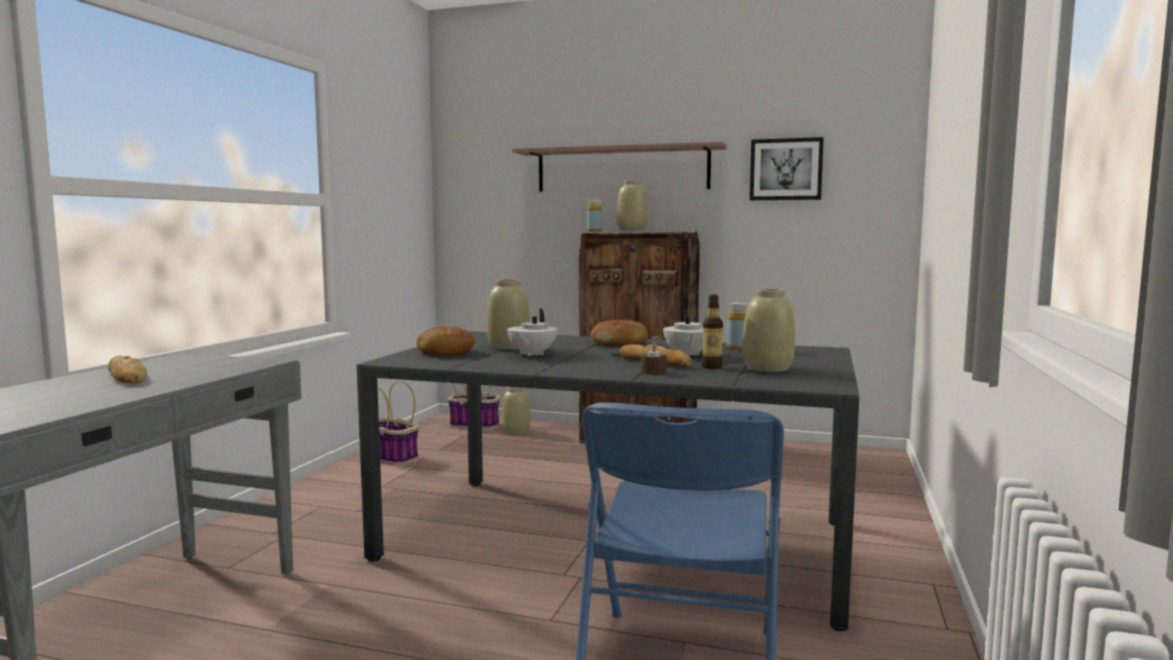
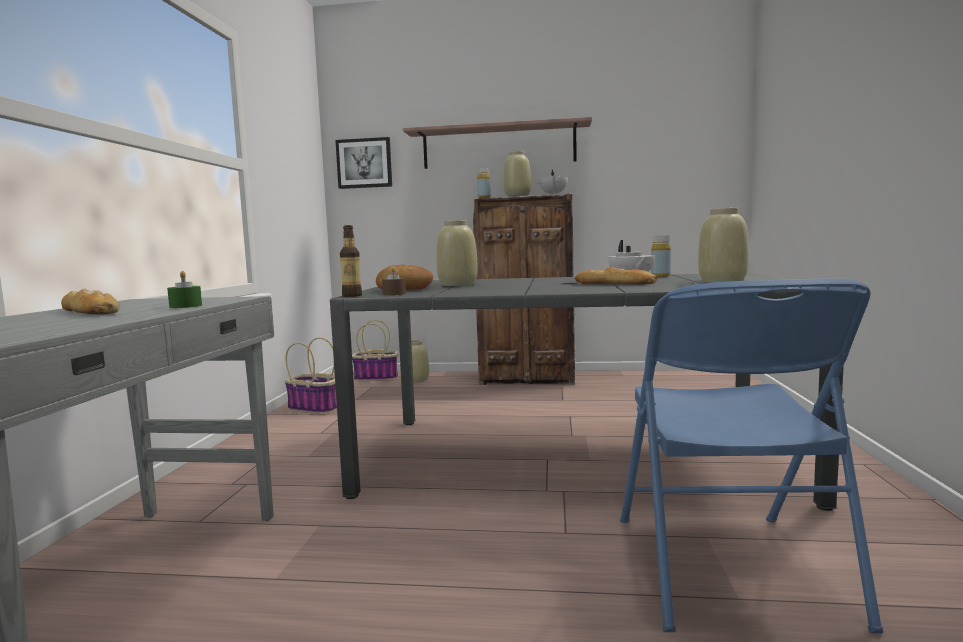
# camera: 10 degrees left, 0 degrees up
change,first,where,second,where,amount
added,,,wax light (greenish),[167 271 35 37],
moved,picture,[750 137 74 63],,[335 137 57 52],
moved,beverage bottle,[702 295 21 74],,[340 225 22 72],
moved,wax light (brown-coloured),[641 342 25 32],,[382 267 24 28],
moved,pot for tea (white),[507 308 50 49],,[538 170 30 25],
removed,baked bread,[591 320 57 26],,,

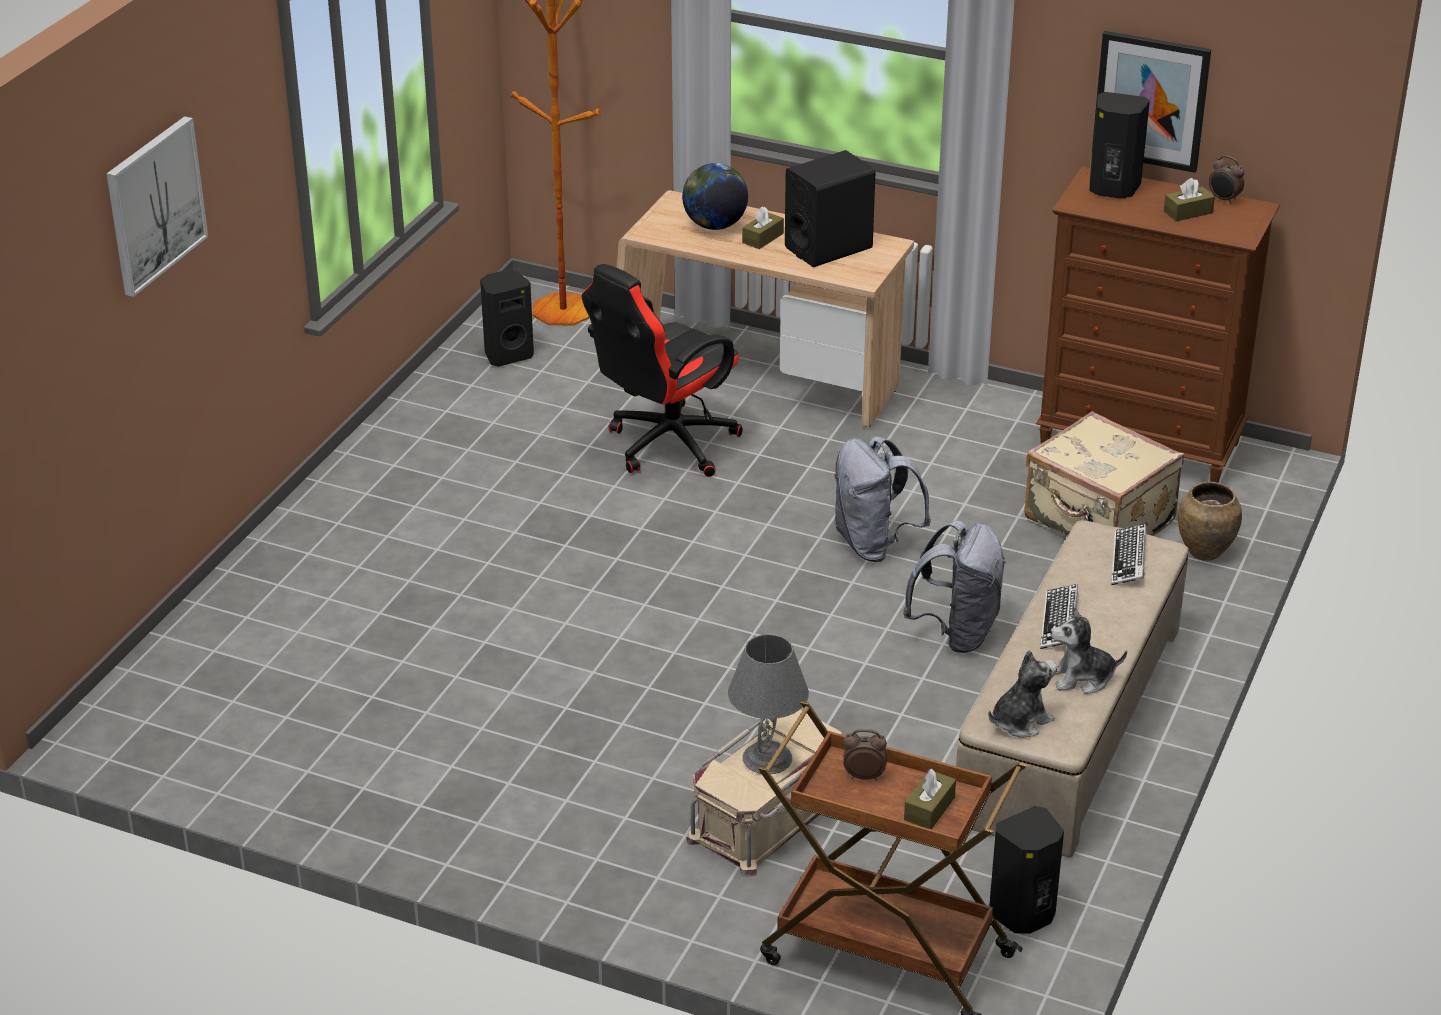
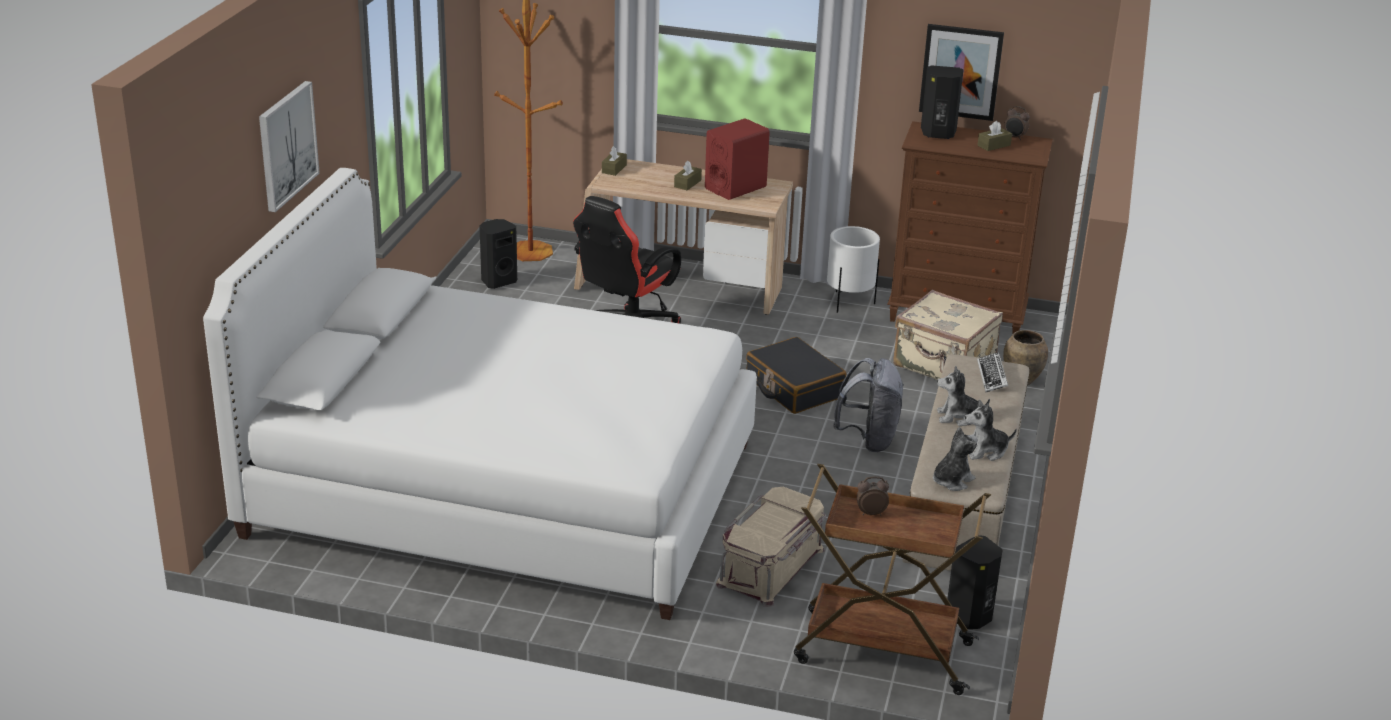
# camera: 10 degrees left, 5 degrees down
change,first,where,second,where,amount
added,,,bedroom bed (white),[203 168 554 452],
moved,box of tissues (brown-coloured),[904 769 52 60],,[602 146 25 30],
recoloured,speaker (black),[785 150 90 117],speaker (reddish),[705 118 65 82],
replaced,rucksack (greyish),[834 436 97 126],piece of luggage (black),[746 337 101 77],
added,,,flower pot (white),[827 226 53 87],
replaced,PC keyboard,[1040 584 39 65],cuddly toy,[937 366 53 60],
removed,world globe,[682 163 66 67],,,
removed,tabletop lamp (greyish),[728 634 81 140],,,

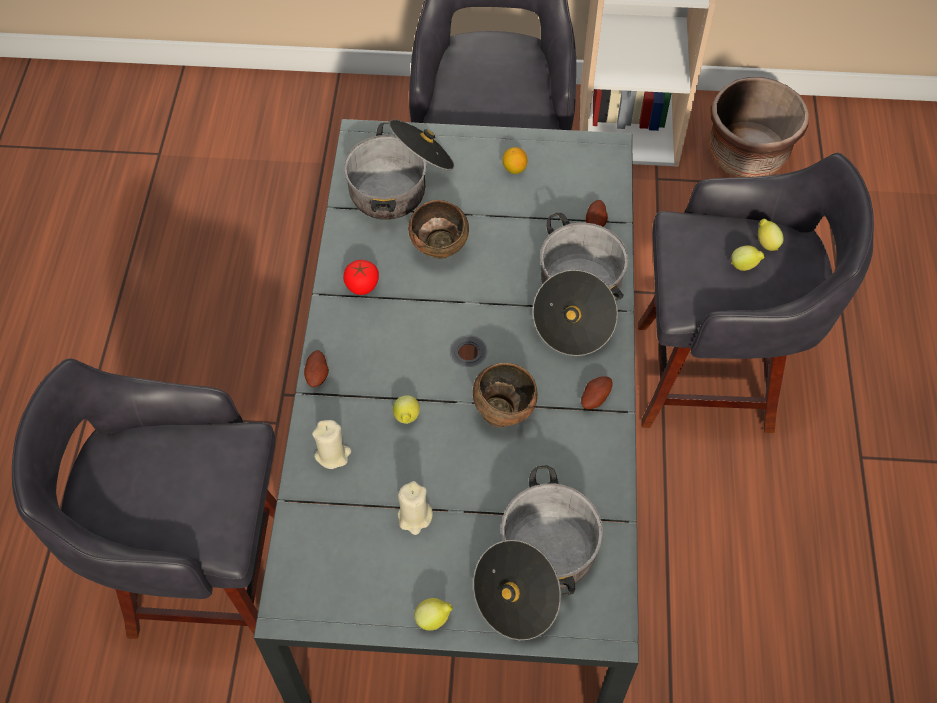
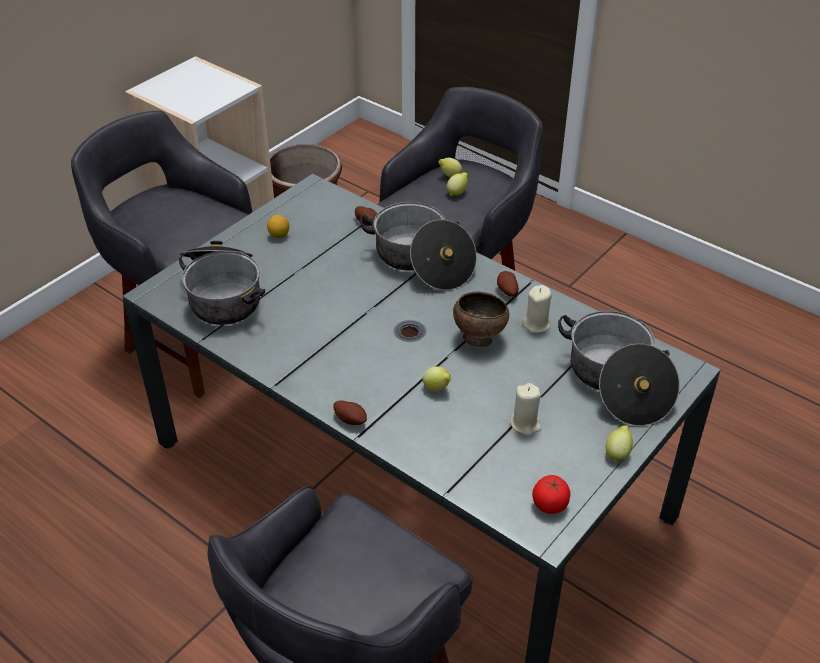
# camera: 55 degrees left, 15 degrees down
change,first,where,second,where,amount
moved,wax light (beige),[312 420 39 49],,[522 285 30 48],
moved,tomato,[343 260 36 35],,[532 475 38 39],
removed,bowl (brown-coloured),[408 200 61 59],,,

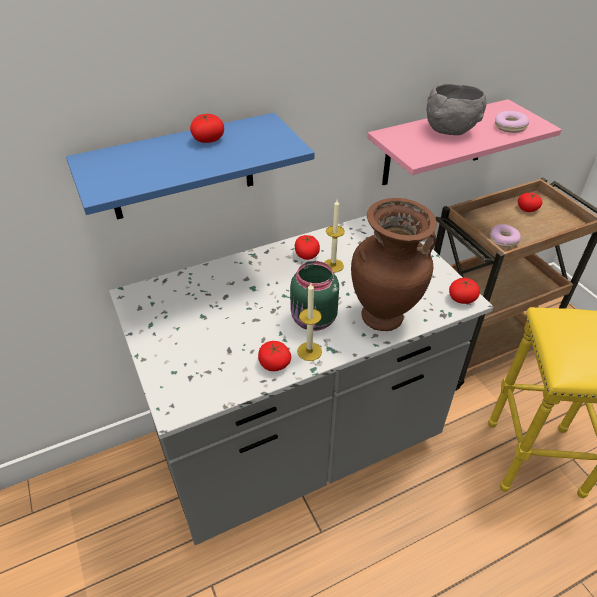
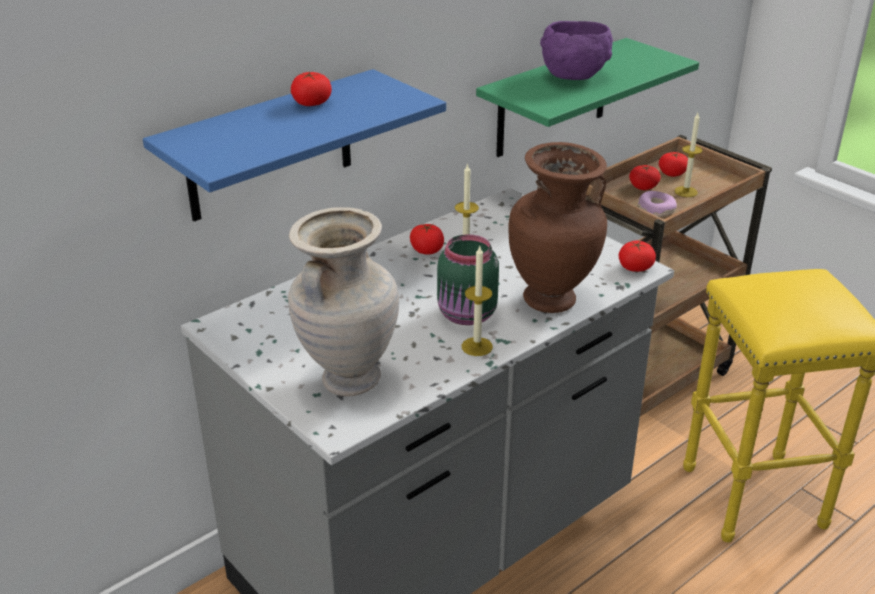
# camera: 15 degrees left, 10 degrees down
change,first,where,second,where,amount
added,,,flower vase (beige),[288 207 111 189],
recoloured,bracket shelf (pinkish),[367 99 195 86],bracket shelf (greenish),[476 38 223 119],
recoloured,bowl (greyish),[427 83 60 52],bowl (purplish),[540 21 73 59],
moved,tomato,[258 341 33 30],,[629 165 32 25],
added,,,wax light,[675 113 28 84],
removed,doughnut,[495 111 34 22],,,

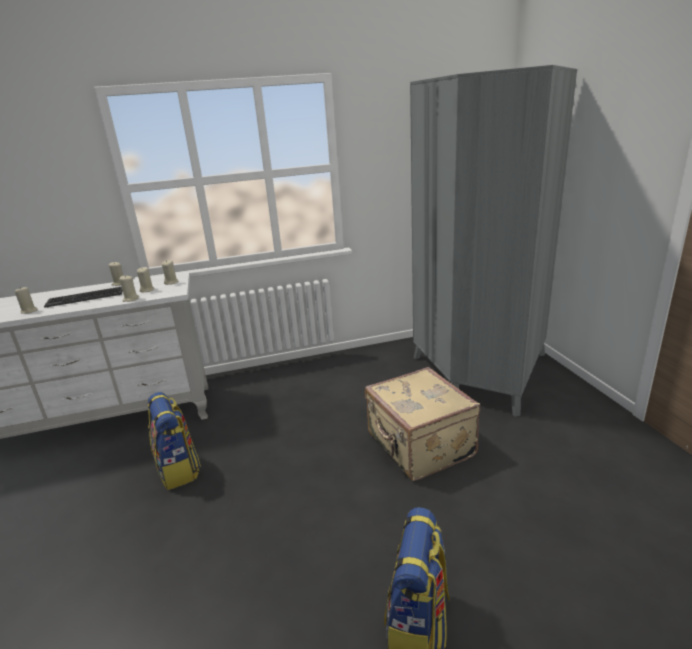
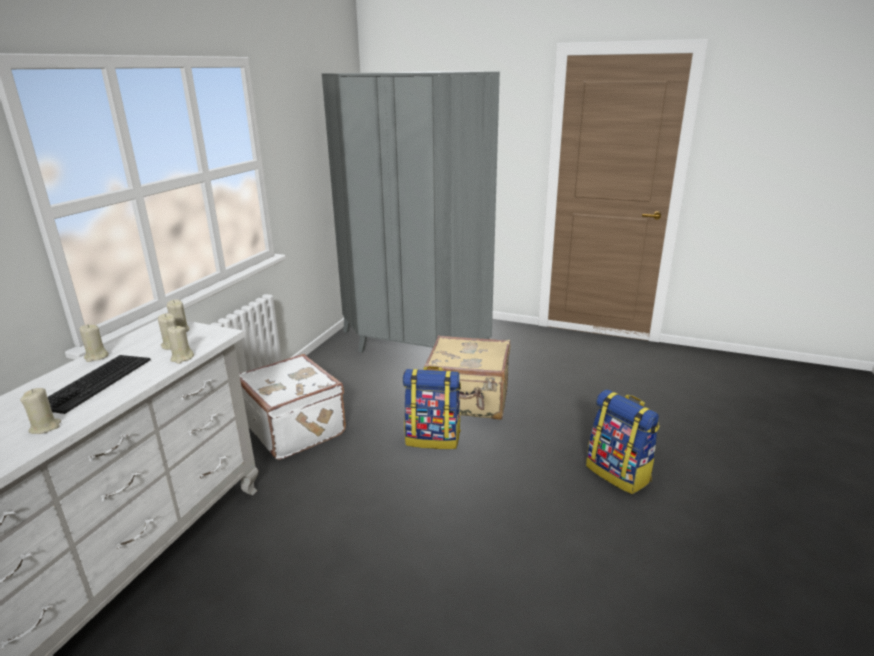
# camera: 55 degrees left, 0 degrees up
change,first,where,second,where,amount
added,,,piece of luggage (white),[239 354 107 106],
moved,rucksack,[148 392 53 98],,[403 366 58 83],

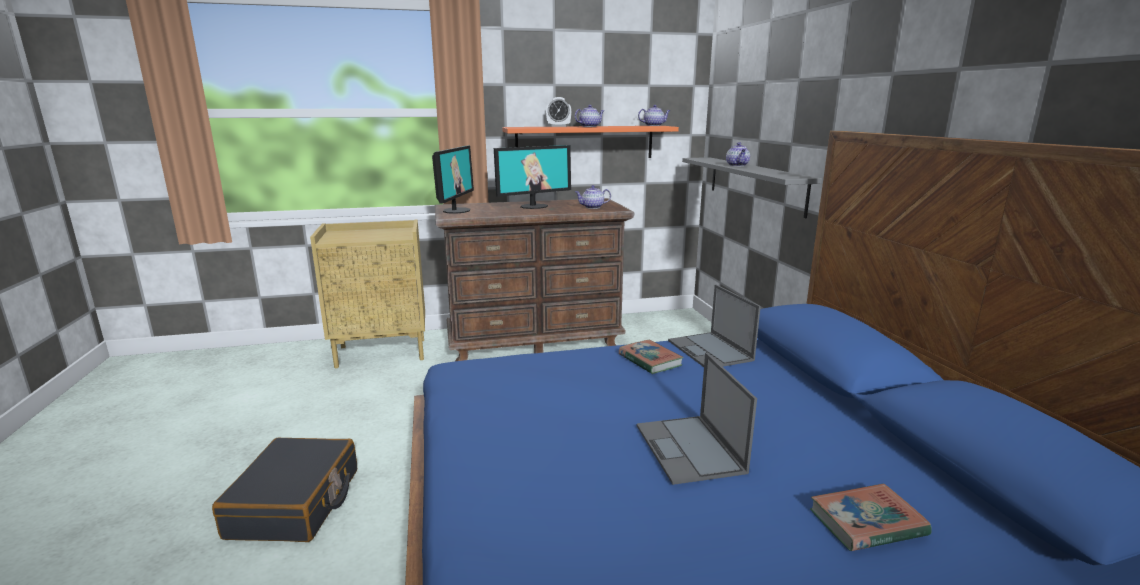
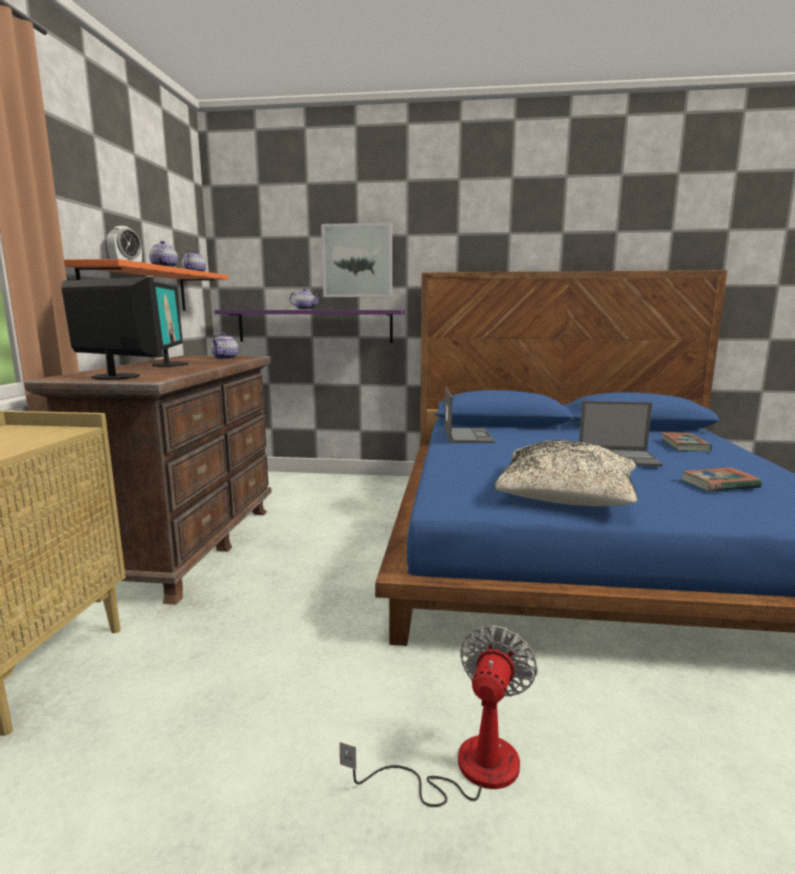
# camera: 70 degrees left, 5 degrees down
change,first,where,second,where,amount
recoloured,bracket shelf (greyish),[682 157 140 61],bracket shelf (purplish),[214 310 191 33],
added,,,picture,[321 223 71 74],
replaced,piece of luggage (black),[212 438 145 104],fan,[339 625 199 182],
turned,notebook computer,[668 285 93 82],,[444 388 51 55],90 degrees counterclockwise
added,,,throw pillow (beige),[494 440 144 66],
moved,book,[619 340 65 34],,[681 467 81 24],

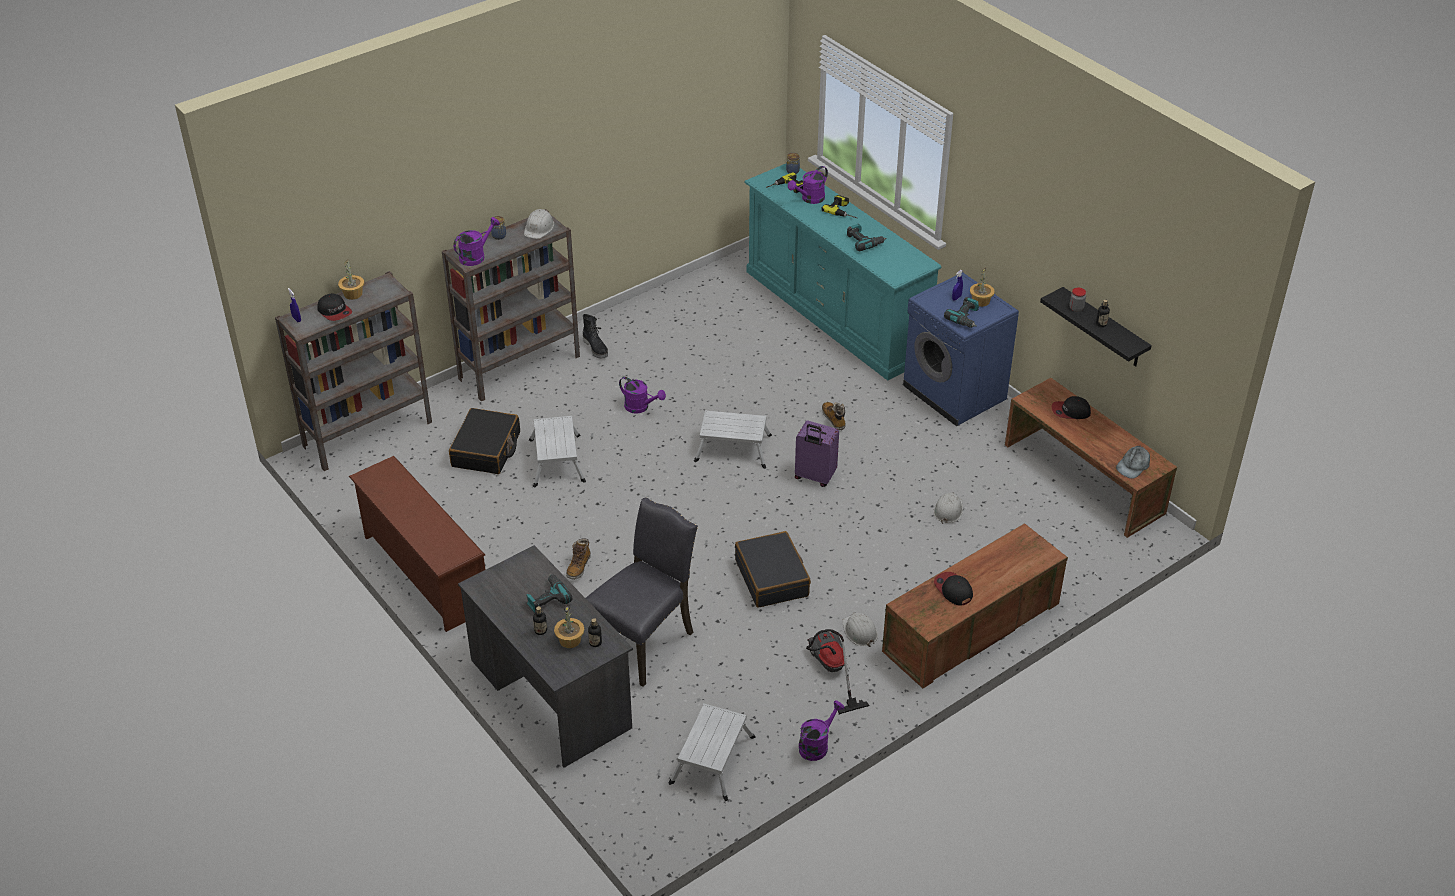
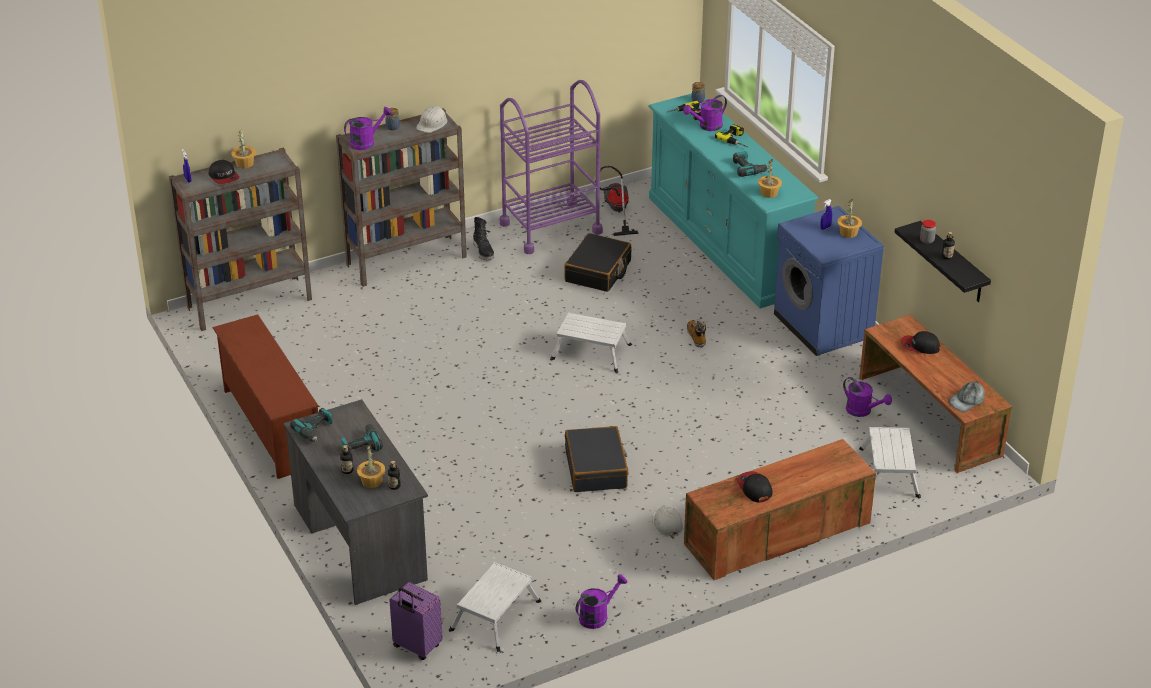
# camera: 10 degrees right, 5 degrees down
change,first,where,second,where,amount
moved,power drill,[944 297 35 31],,[290 408 42 34],
moved,piece of luggage (purplish),[795 421 44 66],,[389 582 54 78],
added,,,trolley (purplish),[500 80 103 174],
moved,piece of luggage (black),[449 408 71 66],,[564 233 67 59],
moved,hoover,[806 629 63 85],,[595 166 44 70],
added,,,potted plant,[758 159 24 39],
moved,sprinkling can (purplish),[619 377 47 37],,[843 377 49 40],
moved,step ladder (white),[529 416 57 72],,[859 427 62 72],
removed,tall boot,[566 538 25 42],,,
removed,chair (greyish),[586 497 112 190],,,
removed,work helmet (white),[933 492 30 32],,,

